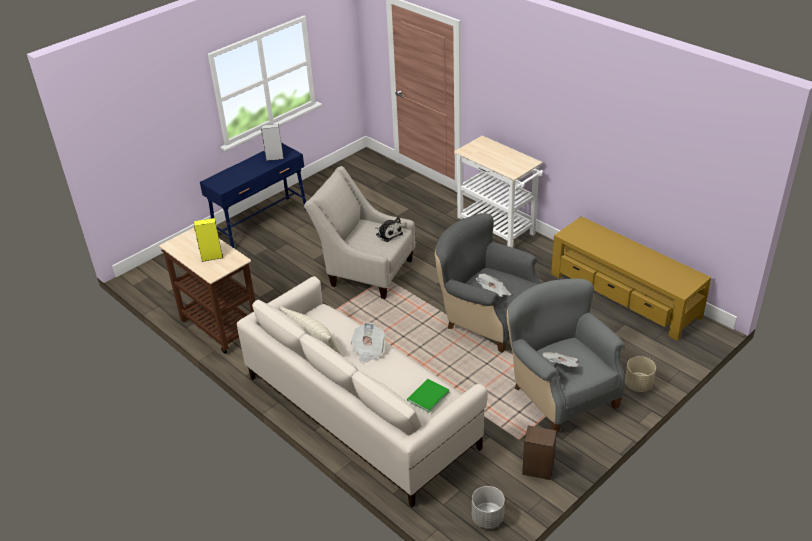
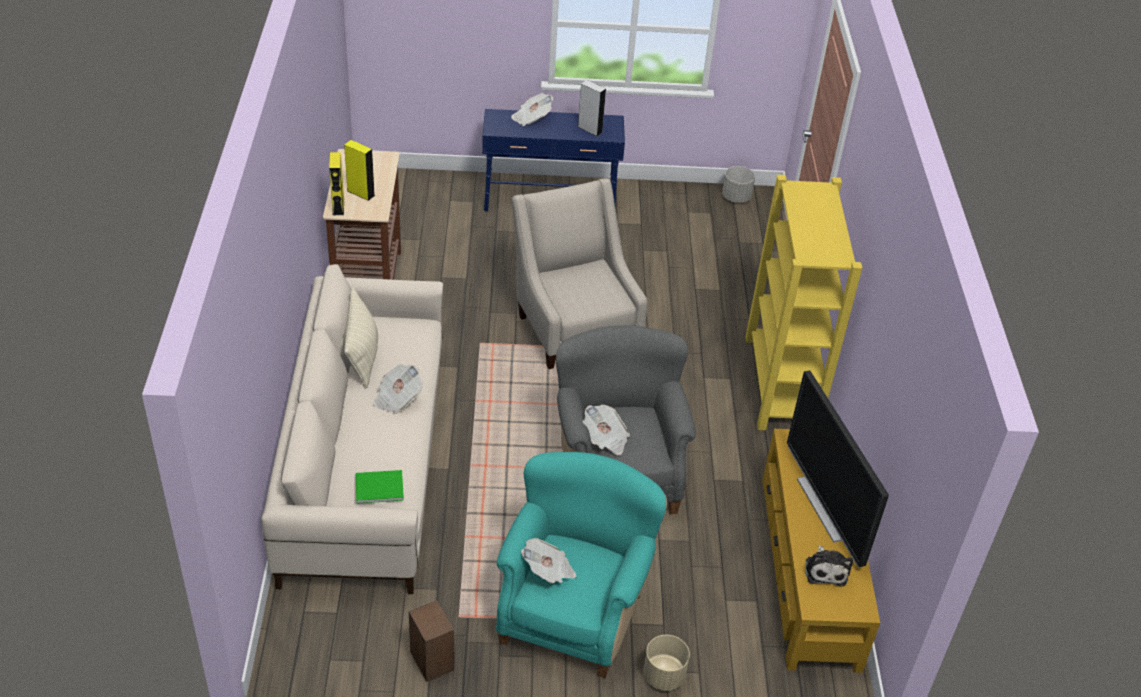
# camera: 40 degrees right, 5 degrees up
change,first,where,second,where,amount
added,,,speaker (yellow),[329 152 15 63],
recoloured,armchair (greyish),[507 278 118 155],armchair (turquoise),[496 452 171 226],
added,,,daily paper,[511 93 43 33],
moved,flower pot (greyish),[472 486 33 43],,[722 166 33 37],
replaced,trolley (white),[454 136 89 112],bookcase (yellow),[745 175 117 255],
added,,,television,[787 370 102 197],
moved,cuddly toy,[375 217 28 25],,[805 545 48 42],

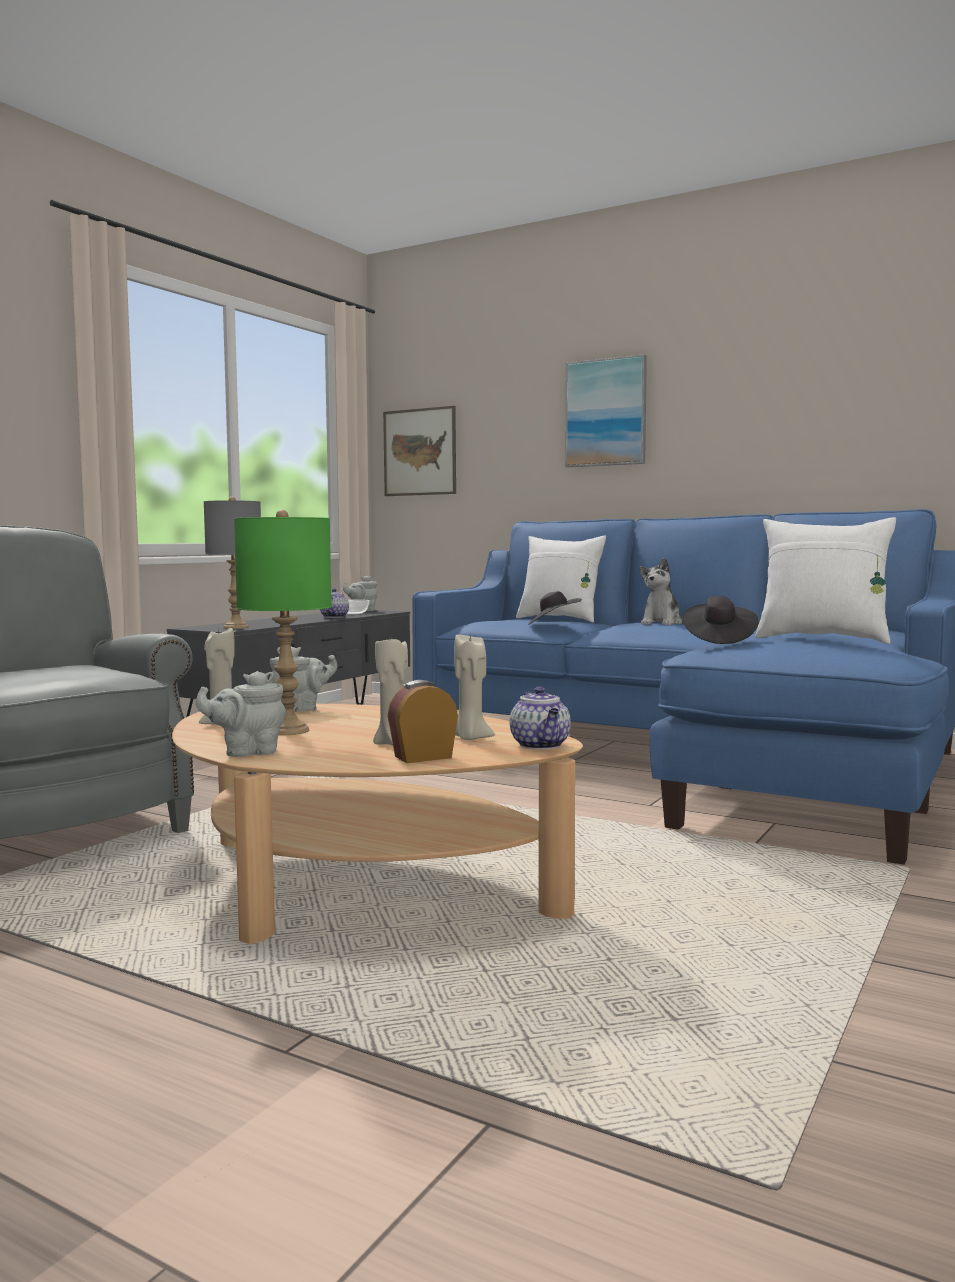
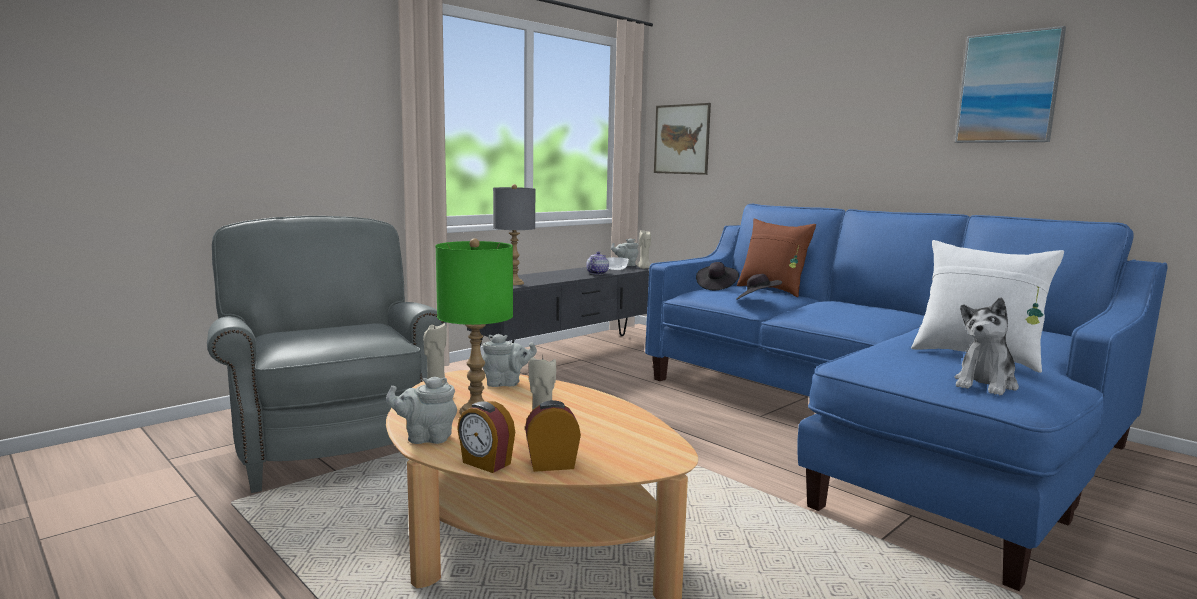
# camera: 15 degrees right, 5 degrees up
change,first,where,second,where,amount
added,,,table clock,[457 401 58 72],
moved,wax light (beige),[454 633 41 107],,[637 230 14 39],
moved,hat (black),[682 596 76 48],,[696 262 43 28],
recoloured,throw pillow (white),[516 536 90 87],throw pillow (brown-coloured),[737 219 79 78],
moved,picture,[565 354 82 113],,[955 26 111 117],
moved,cuddly toy,[640 558 42 67],,[955 297 64 98],
removed,pot for tea,[510 687 61 63],,,

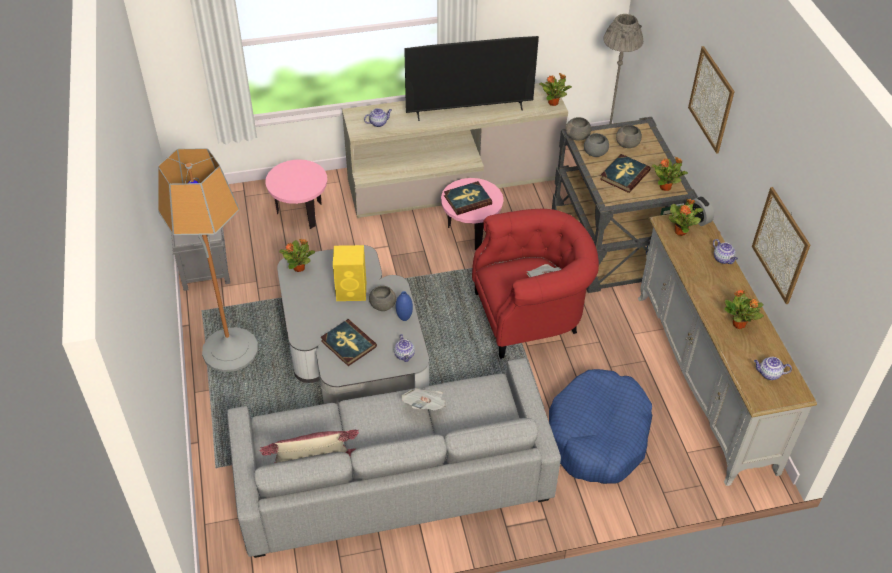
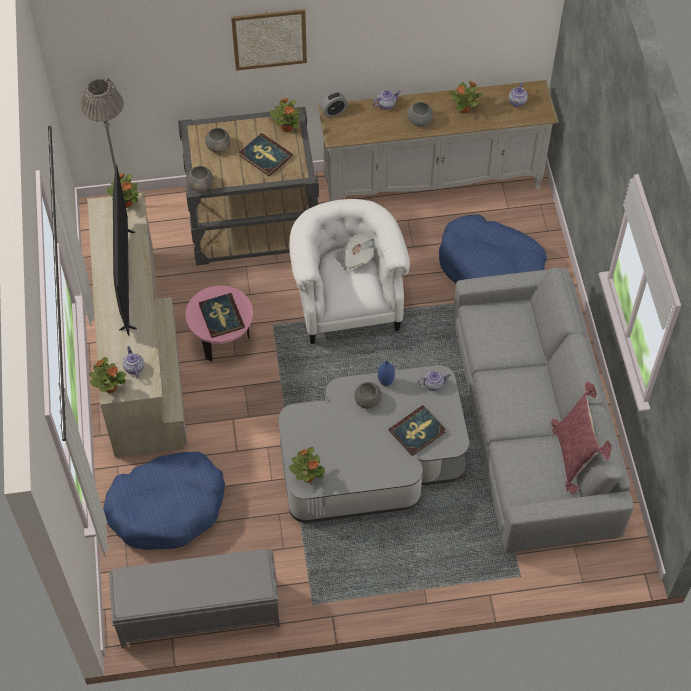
# camera: 85 degrees left, 10 degrees up
change,first,where,second,where,amount
moved,potted plant,[668 199 35 37],,[89 357 37 36],
replaced,accent table (pinkish),[266 159 61 70],pet bed (blue-coloured),[103 452 122 98],
recoloured,armchair (reddish),[472 209 127 150],armchair (white),[289 199 121 145],
moved,bowl (greyish),[584 133 25 24],,[407 102 26 24],
removed,standing lamp,[158 148 100 224],,,
removed,speaker (yellow),[333 245 33 56],,,
removed,daily paper,[401 388 45 22],,,
removed,picture,[752 187 58 117],,,

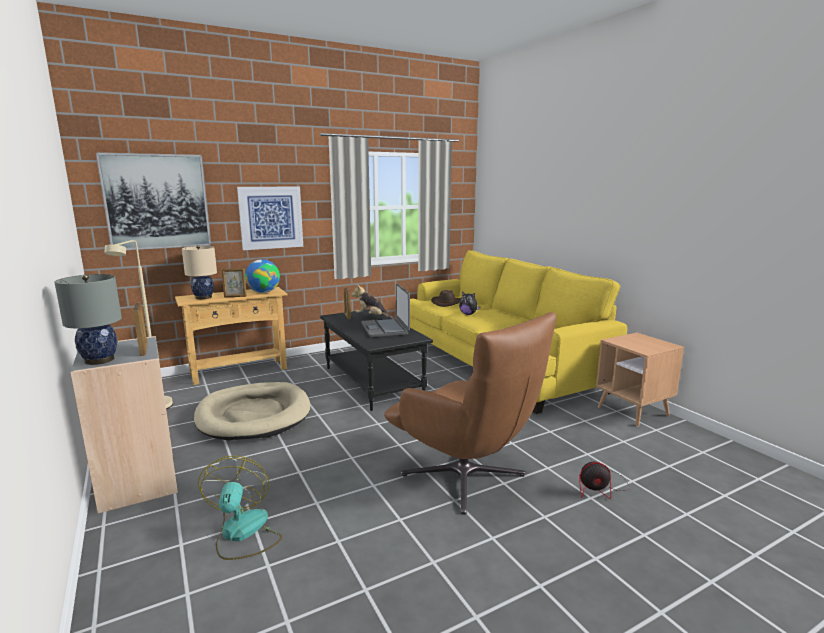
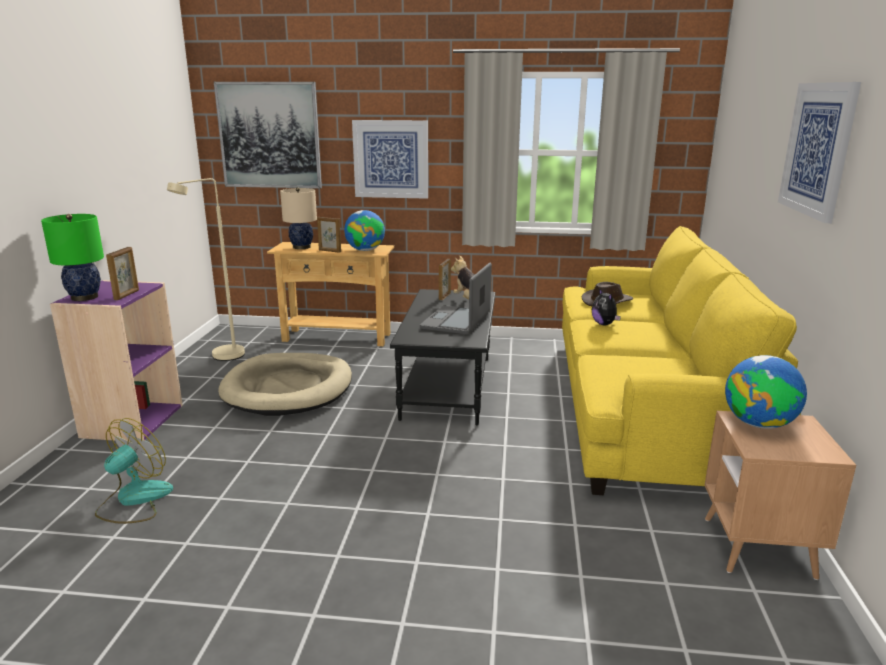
# camera: 35 degrees right, 5 degrees up
change,first,where,second,where,amount
recoloured,tabletop lamp (greyish),[54 274 68 91],tabletop lamp (greenish),[41 214 63 87],
recoloured,bookcase (greyish),[70 336 108 177],bookcase (purplish),[50 280 133 162],
added,,,world globe,[725 355 82 74],
added,,,picture,[778 82 83 141],
removed,armchair (brown-coloured),[384 312 172 203],,,
removed,fan,[579 461 51 38],,,

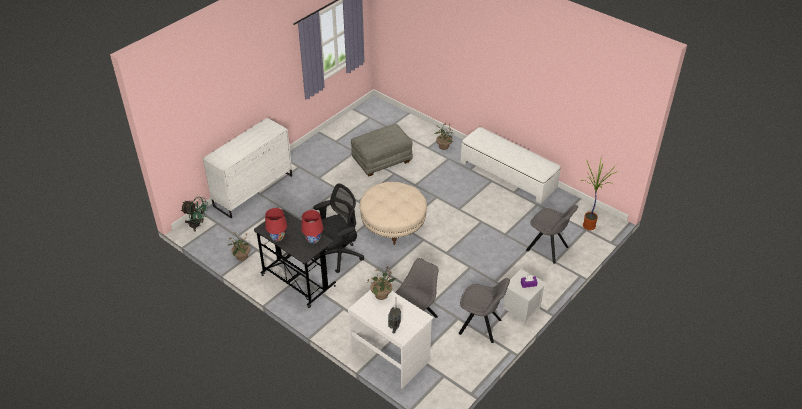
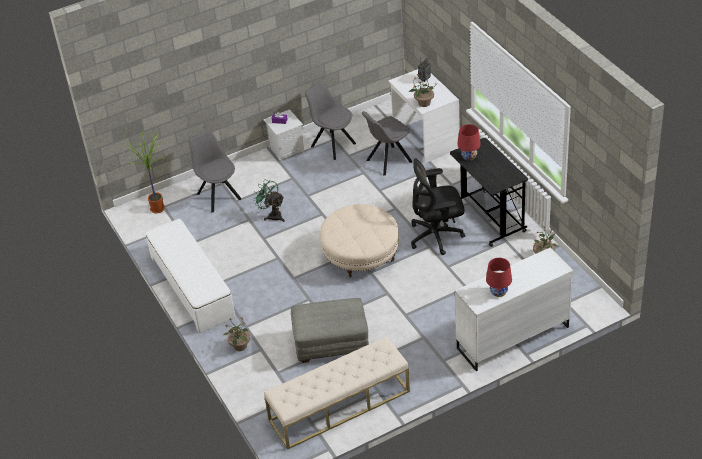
# camera: 155 degrees left, 0 degrees up
change,first,where,second,where,amount
moved,fan (greenish),[181 197 27 35],,[253 179 32 43],
added,,,indoor bench (beige),[264 336 146 113],
moved,tabletop lamp (reddish),[265 208 22 33],,[486 258 26 39],

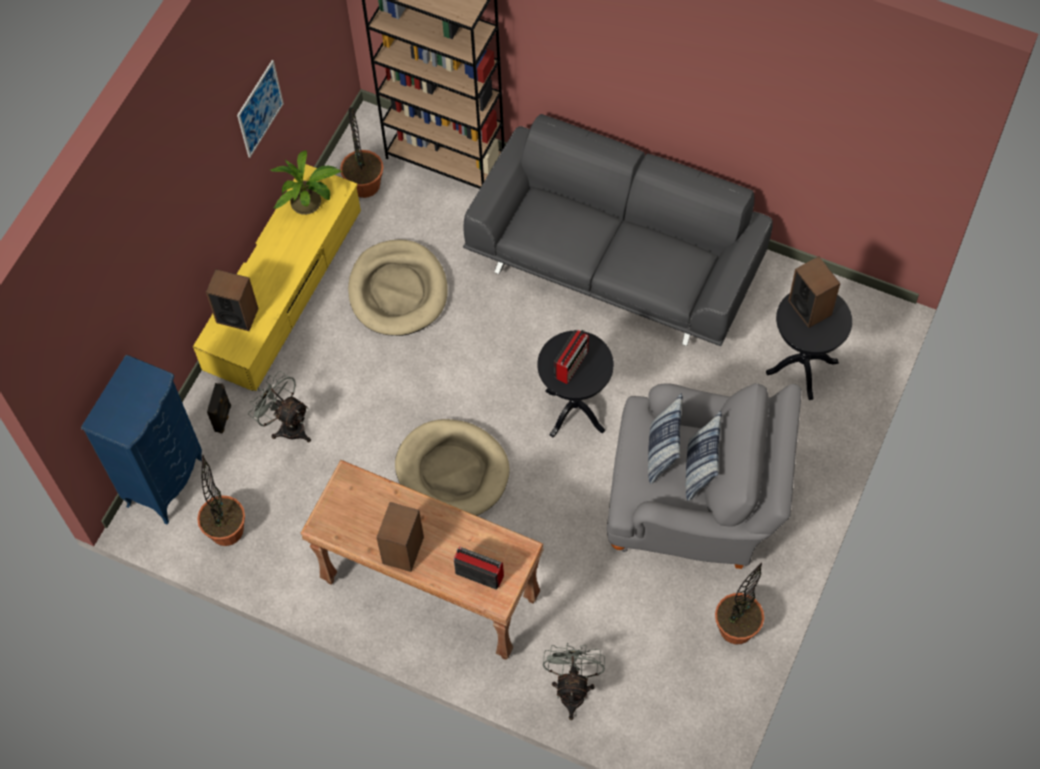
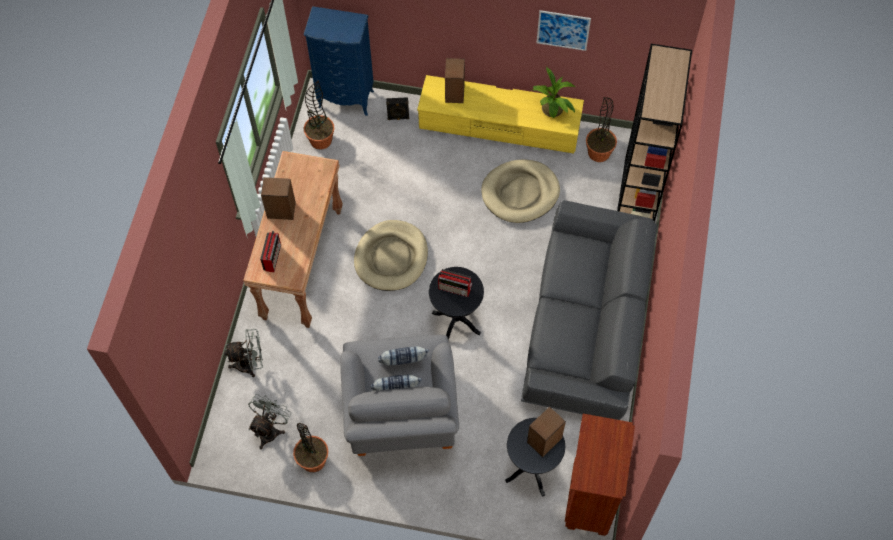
# camera: 75 degrees right, 0 degrees up
change,first,where,second,where,amount
moved,fan (greyish),[248 371 63 71],,[248 394 43 55],
added,,,storage cabinet (brown-coloured),[565 414 70 122],

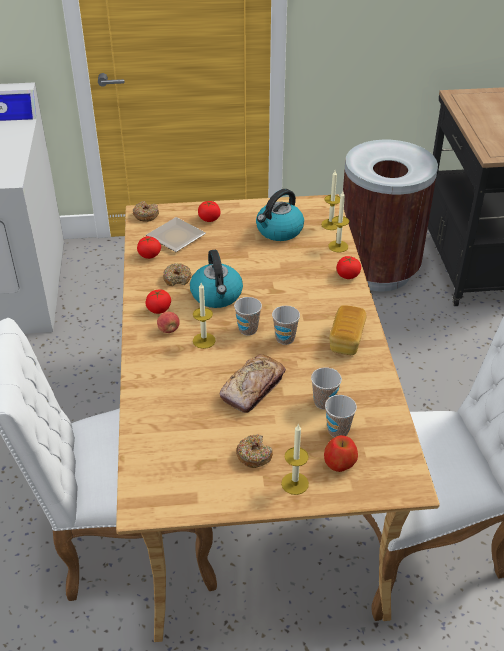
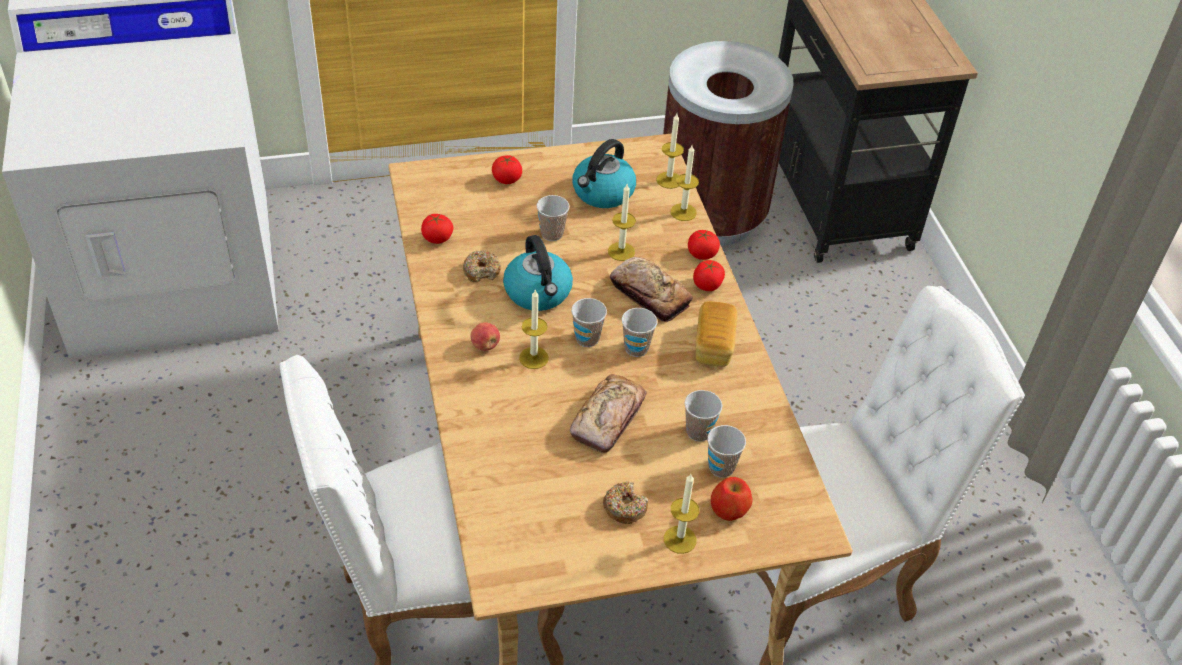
# camera: 10 degrees left, 5 degrees up
change,first,where,second,where,amount
added,,,cup,[537 195 33 46],
added,,,wax light,[608 184 28 77],
added,,,baked bread,[610 257 83 65],
moved,tomato,[145 290 26 24],,[693 260 32 31],
removed,doughnut,[133 201 26 21],,,
removed,flat dish,[146 217 60 35],,,

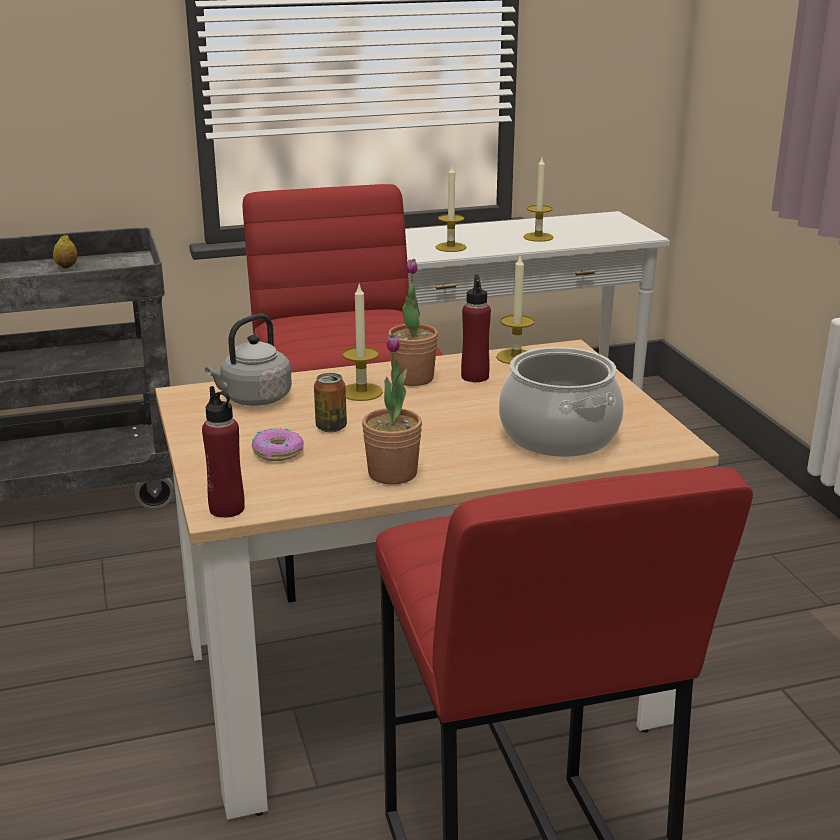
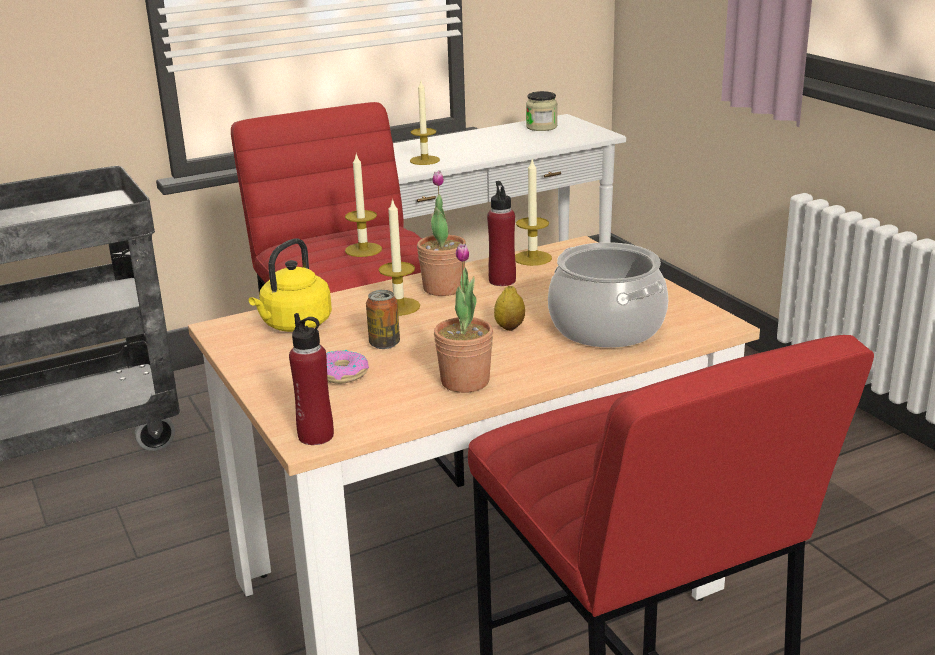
# camera: 10 degrees left, 0 degrees up
change,first,where,second,where,amount
recoloured,kettle (greyish),[205 314 87 92],kettle (yellow),[249 238 83 94],
moved,wax light,[523 158 30 84],,[345 154 37 103],
moved,lemon,[53 235 24 34],,[494 286 31 45],
added,,,preserve jar,[526 91 32 40],

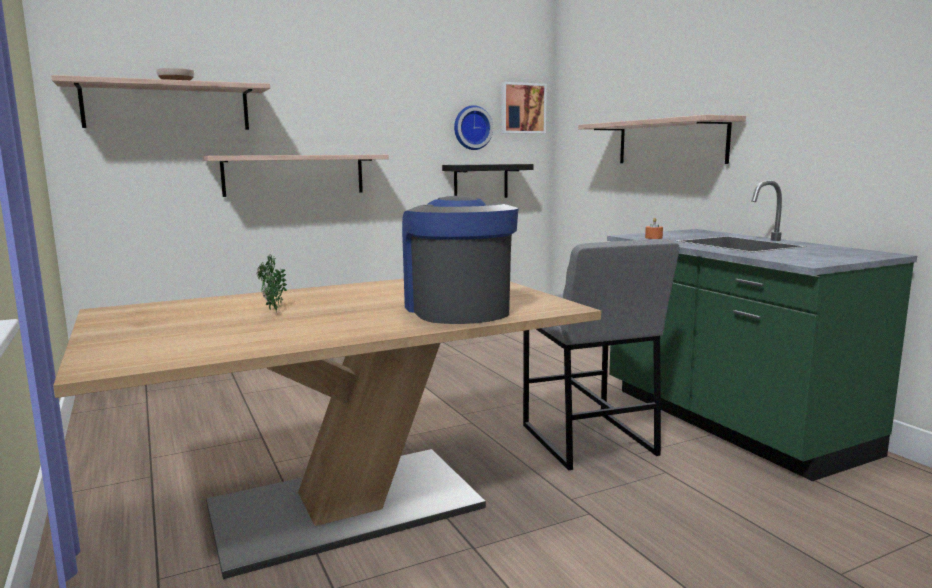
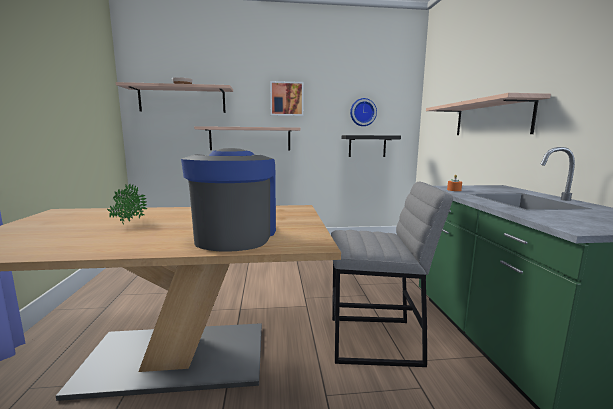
# camera: 20 degrees right, 0 degrees up
change,first,where,second,where,amount
moved,picture,[501 82 46 52],,[270 81 34 35],
turned,chair (greyish),[523 239 156 231],,[331 181 122 186],90 degrees counterclockwise

